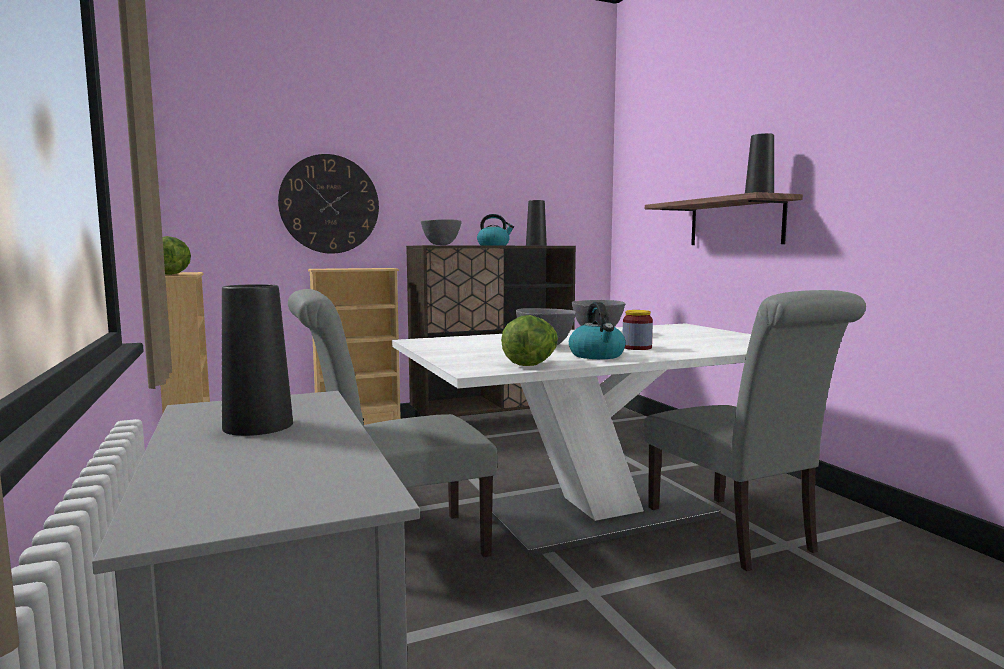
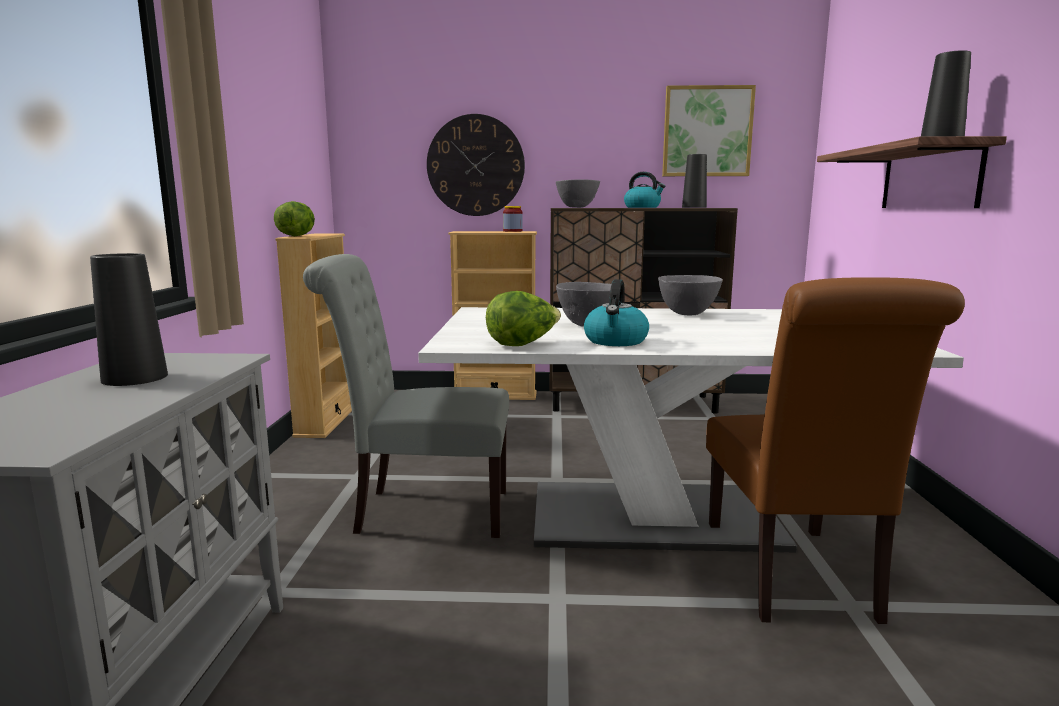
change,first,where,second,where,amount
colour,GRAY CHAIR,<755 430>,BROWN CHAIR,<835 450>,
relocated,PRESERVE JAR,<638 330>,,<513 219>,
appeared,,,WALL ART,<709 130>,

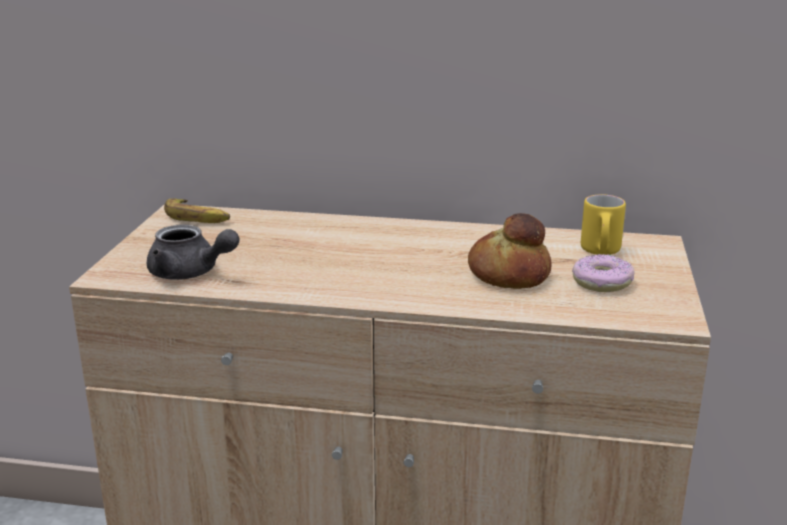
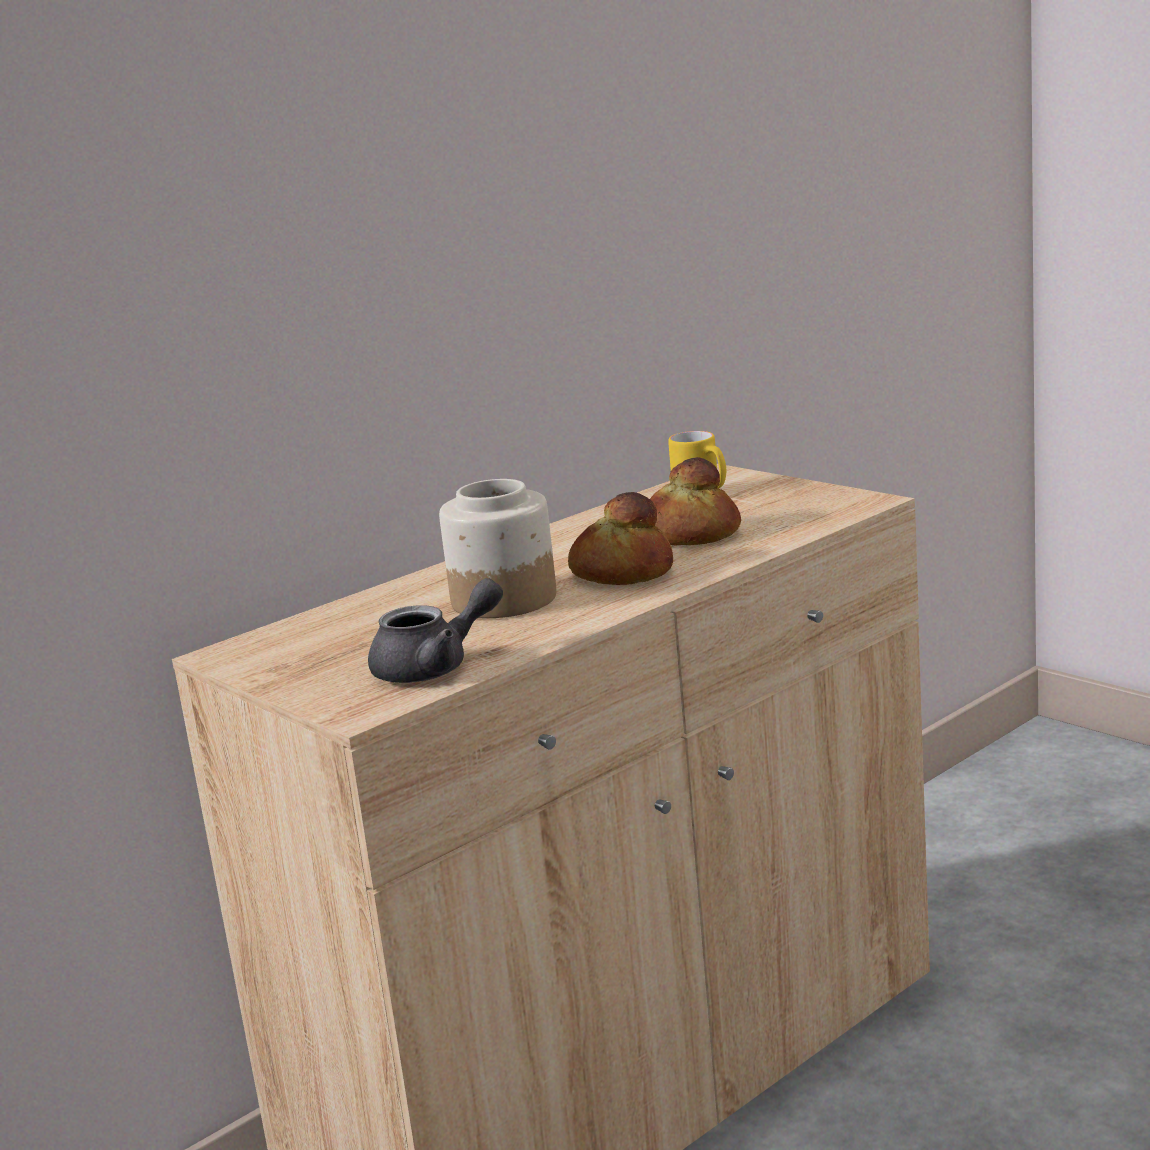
change,first,where,second,where,amount
missing,BANANA FRUIT,<197 210>,,,
missing,DONUT,<603 273>,,,
appeared,,,PRESERVE JAR,<497 548>,
appeared,,,BAKED BREAD,<620 538>,

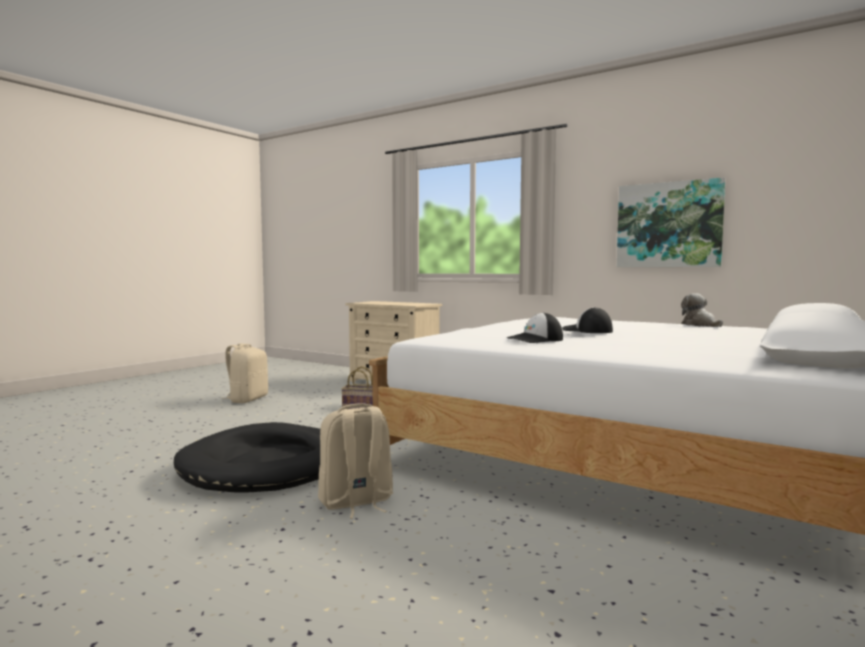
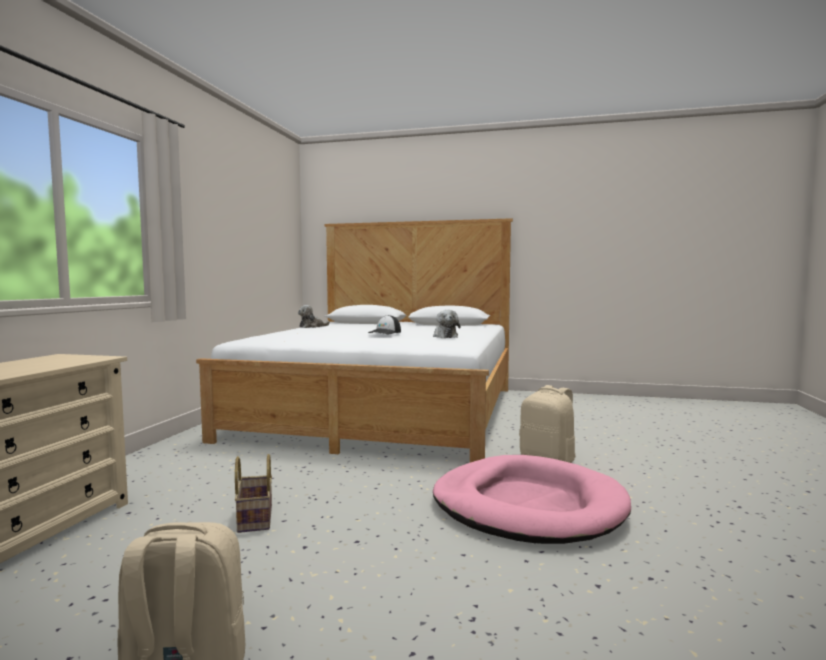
change,first,where,second,where,amount
missing,WALL ART,<671 222>,,,
exchanged,PEAKED CAP,<535 327>,CUDDLY TOY,<446 324>,
colour,BLACK PET BED,<247 457>,PINKISH PET BED,<532 499>,

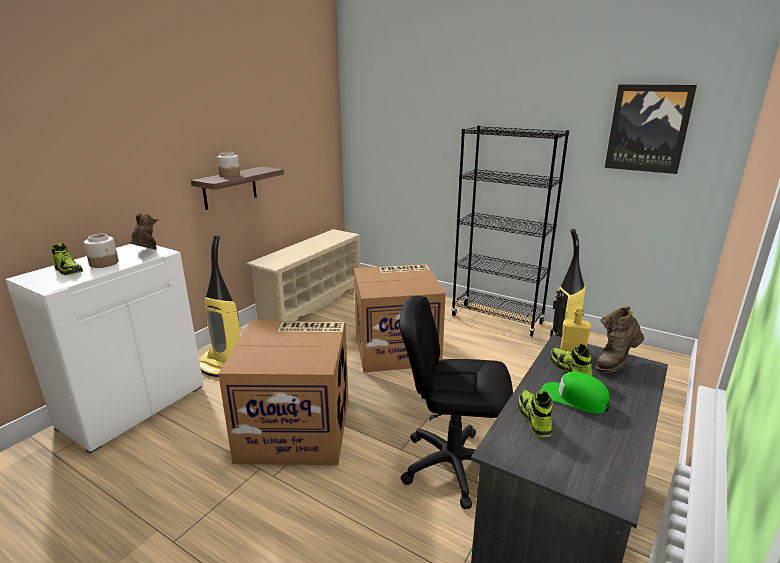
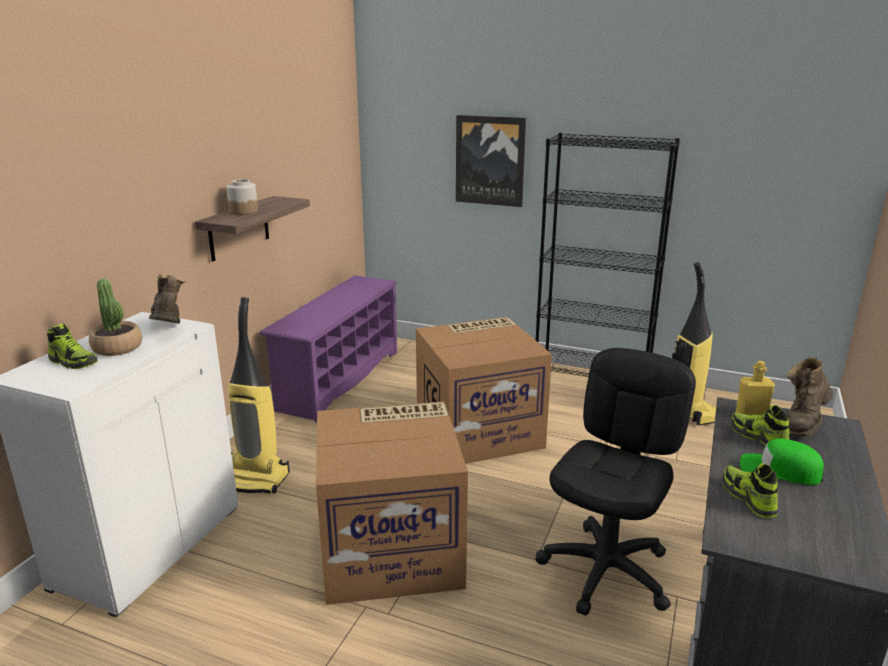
change,first,where,second,where,amount
relocated,WALL ART,<651 129>,,<491 161>,
colour,BEIGE SHOE RACK,<304 275>,PURPLE SHOE RACK,<328 349>,
exchanged,PRESERVE JAR,<101 251>,HOUSEPLANT,<115 317>,
spun,BLACK COMPUTER CHAIR,<456 402>,,<616 481>,120 degrees clockwise

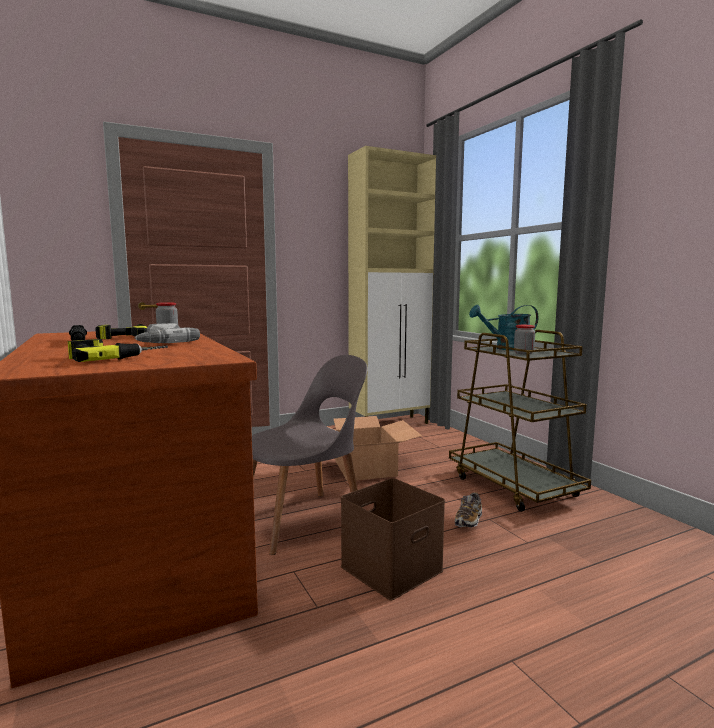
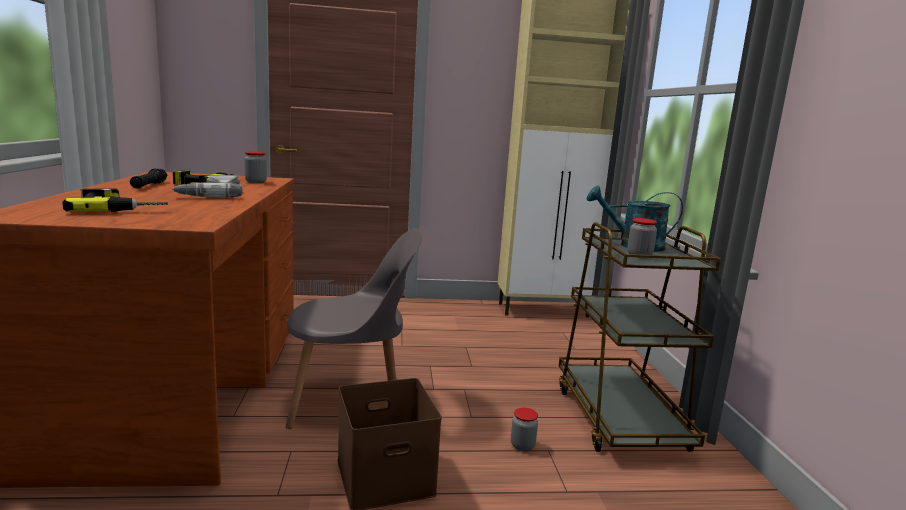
change,first,where,second,where,amount
missing,CARTON,<375 448>,,,
exchanged,ITEM OF FOOTWEAR,<468 510>,PRESERVE JAR,<524 429>,

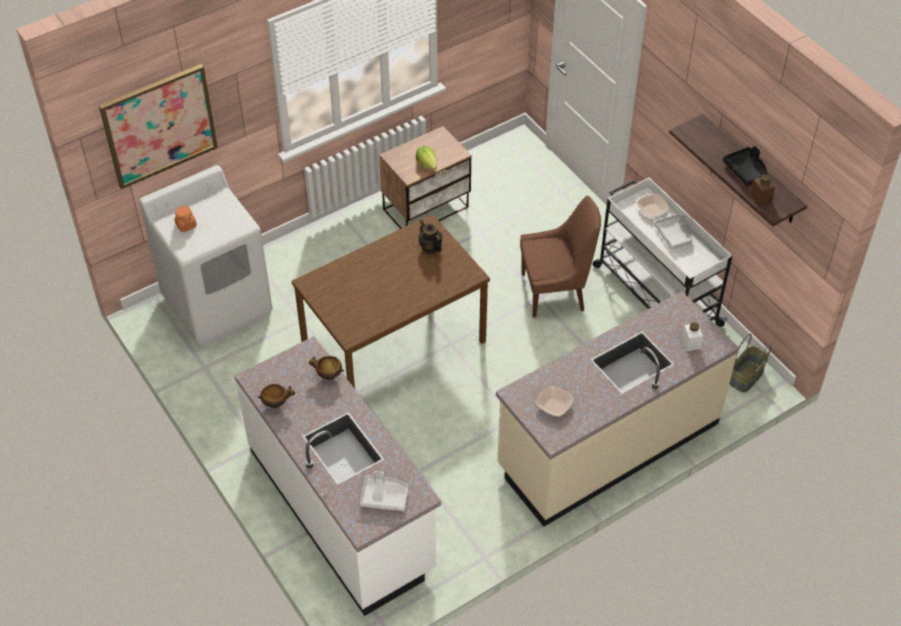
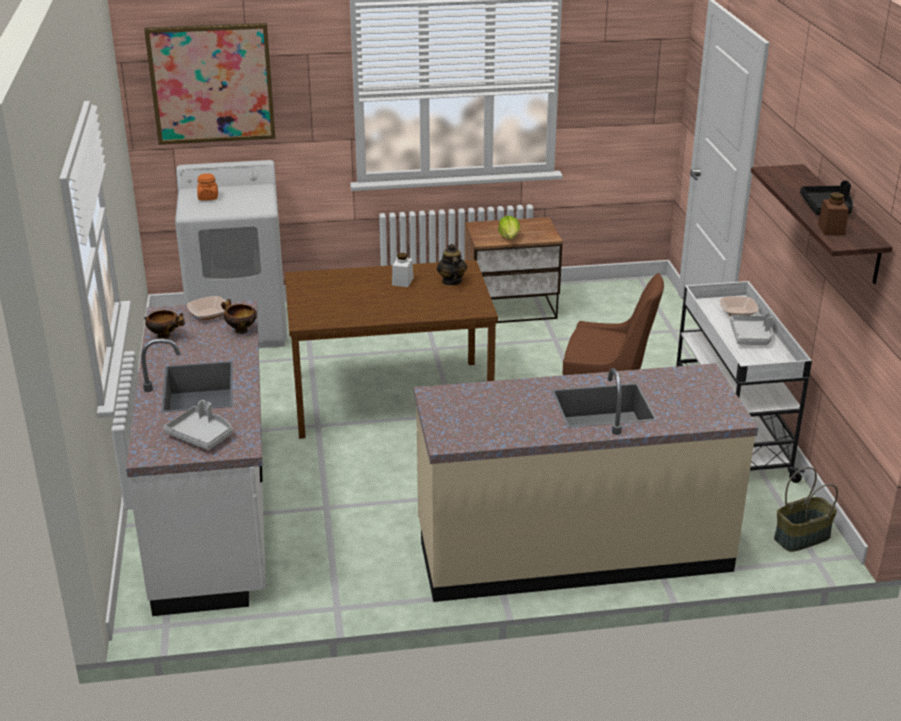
change,first,where,second,where,amount
relocated,WHITE PRESERVE JAR,<692 336>,,<402 270>,
relocated,BOWL,<555 401>,,<206 308>,

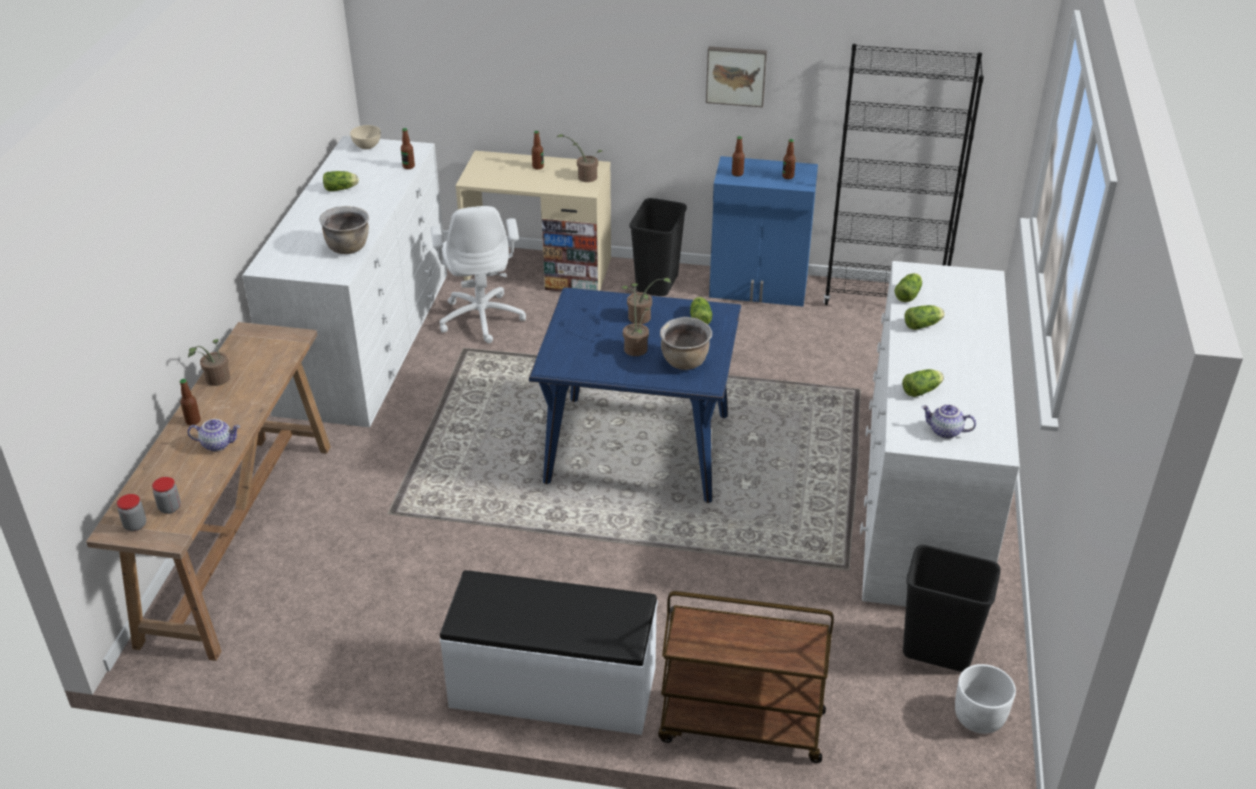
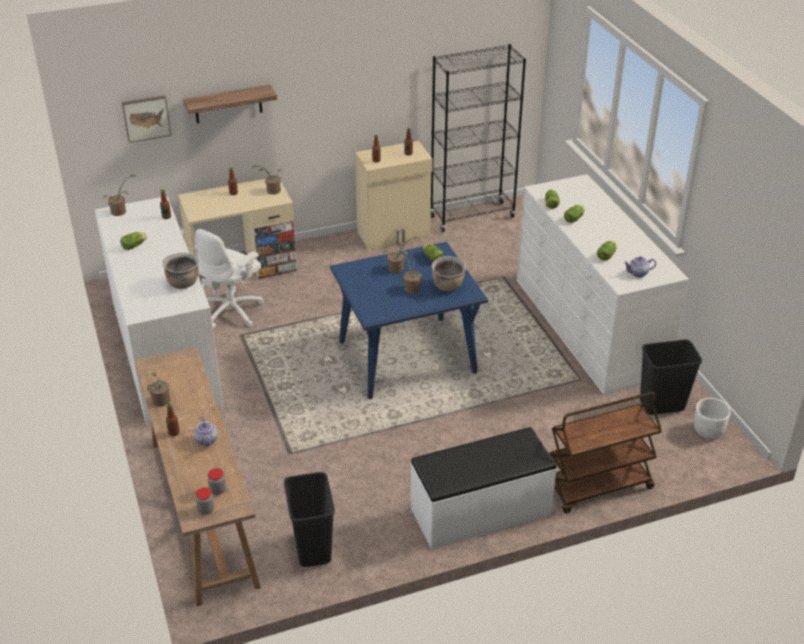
change,first,where,second,where,amount
relocated,WALL ART,<736 76>,,<146 119>,
exchanged,BEIGE BOWL,<365 137>,HOUSEPLANT,<120 195>,
colour,BLUE CUPBOARD,<763 231>,BEIGE CUPBOARD,<394 195>,
relocated,BLACK TRASH CAN,<658 247>,,<309 519>,
spun,WHITE COMPUTER CHAIR,<478 274>,,<229 279>,75 degrees clockwise
spun,POT FOR TEA,<214 435>,,<206 431>,105 degrees clockwise
appeared,,,WALL SHELF,<230 104>,

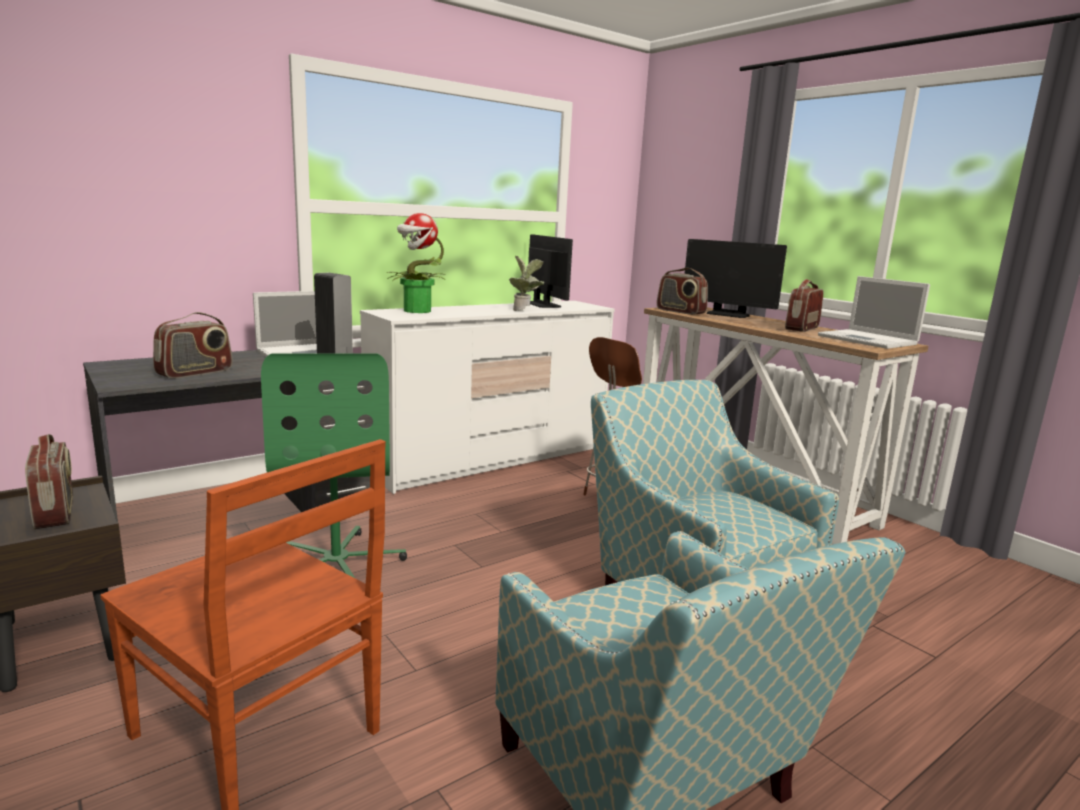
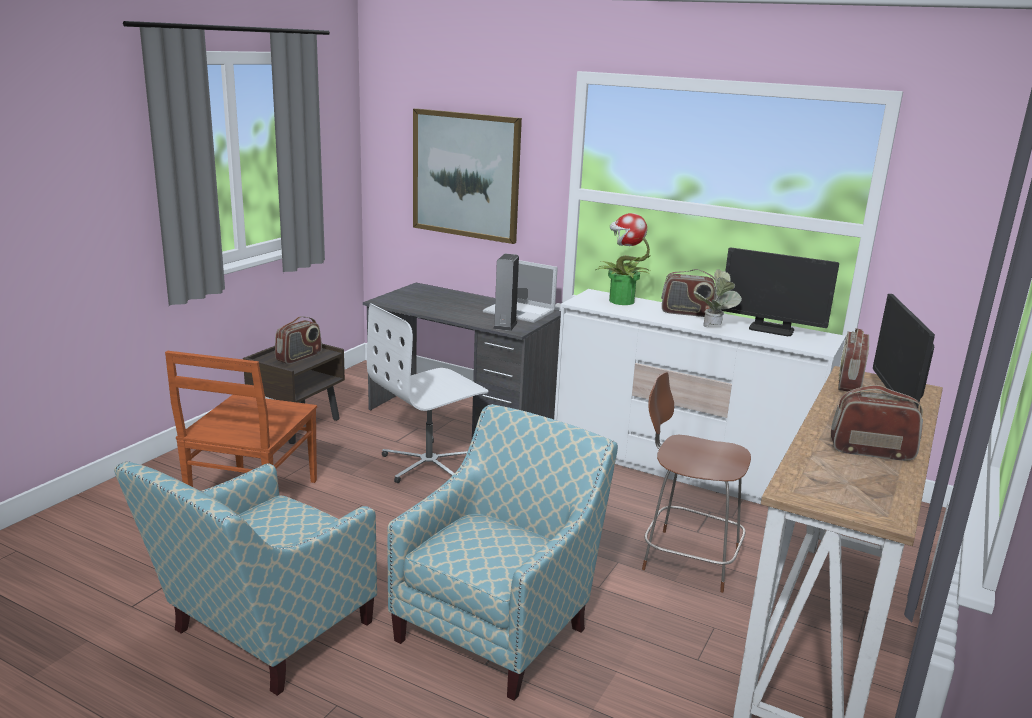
change,first,where,second,where,amount
spun,MONITOR,<550 271>,,<780 291>,75 degrees clockwise
missing,NOTEBOOK COMPUTER,<874 312>,,,
relocated,RADIO,<193 345>,,<689 293>,
colour,GREEN COMPUTER CHAIR,<334 466>,WHITE COMPUTER CHAIR,<428 393>,
appeared,,,WALL ART,<467 176>,

